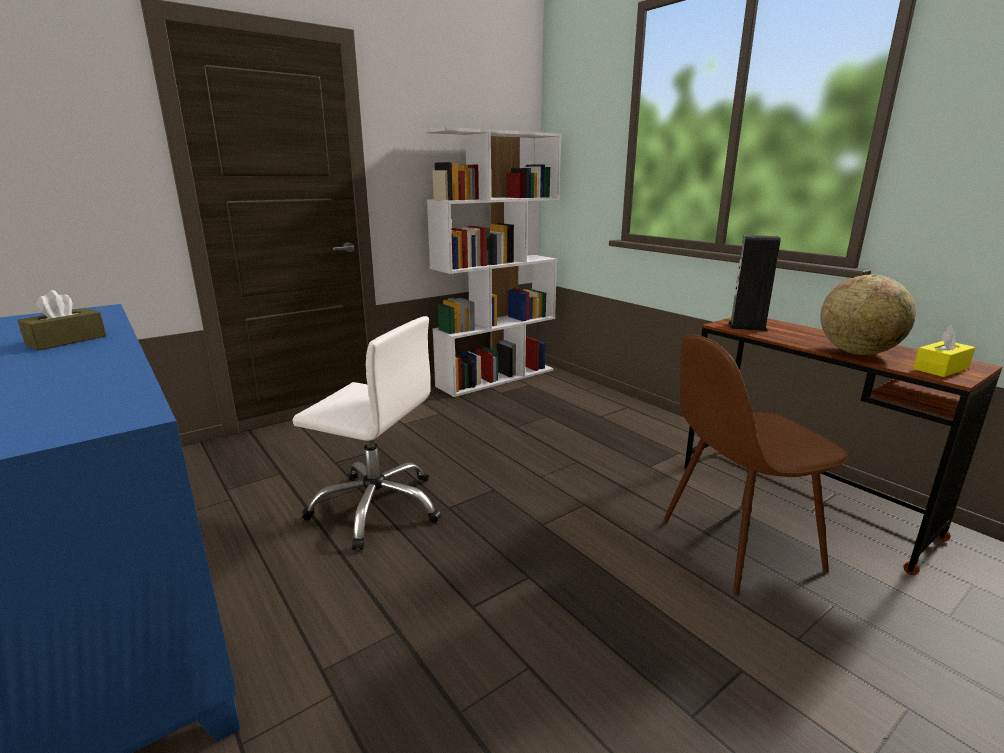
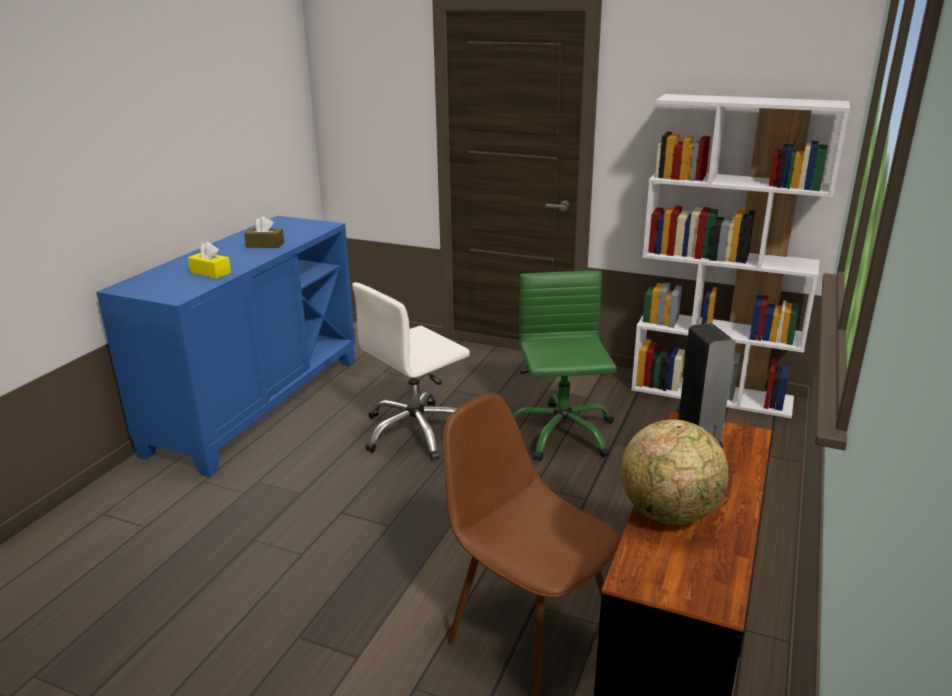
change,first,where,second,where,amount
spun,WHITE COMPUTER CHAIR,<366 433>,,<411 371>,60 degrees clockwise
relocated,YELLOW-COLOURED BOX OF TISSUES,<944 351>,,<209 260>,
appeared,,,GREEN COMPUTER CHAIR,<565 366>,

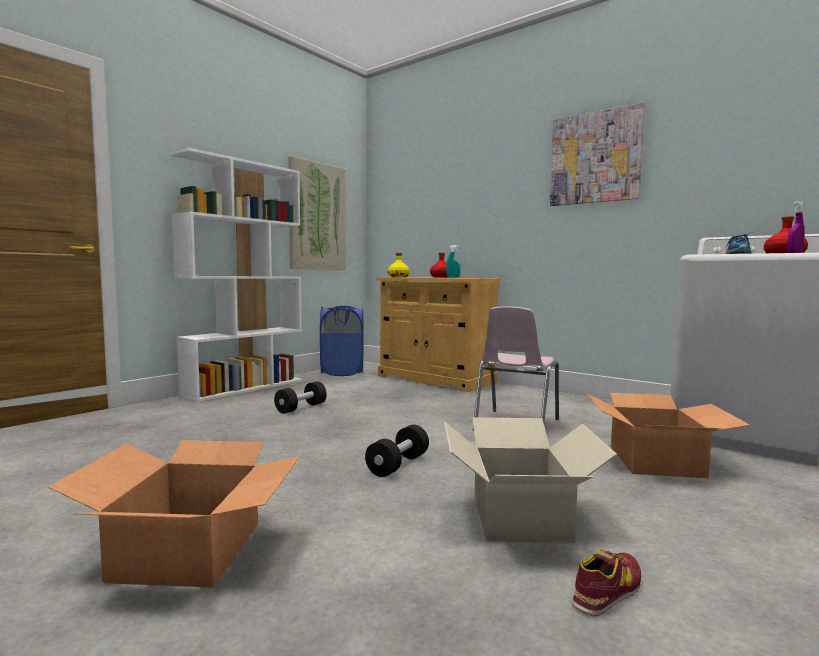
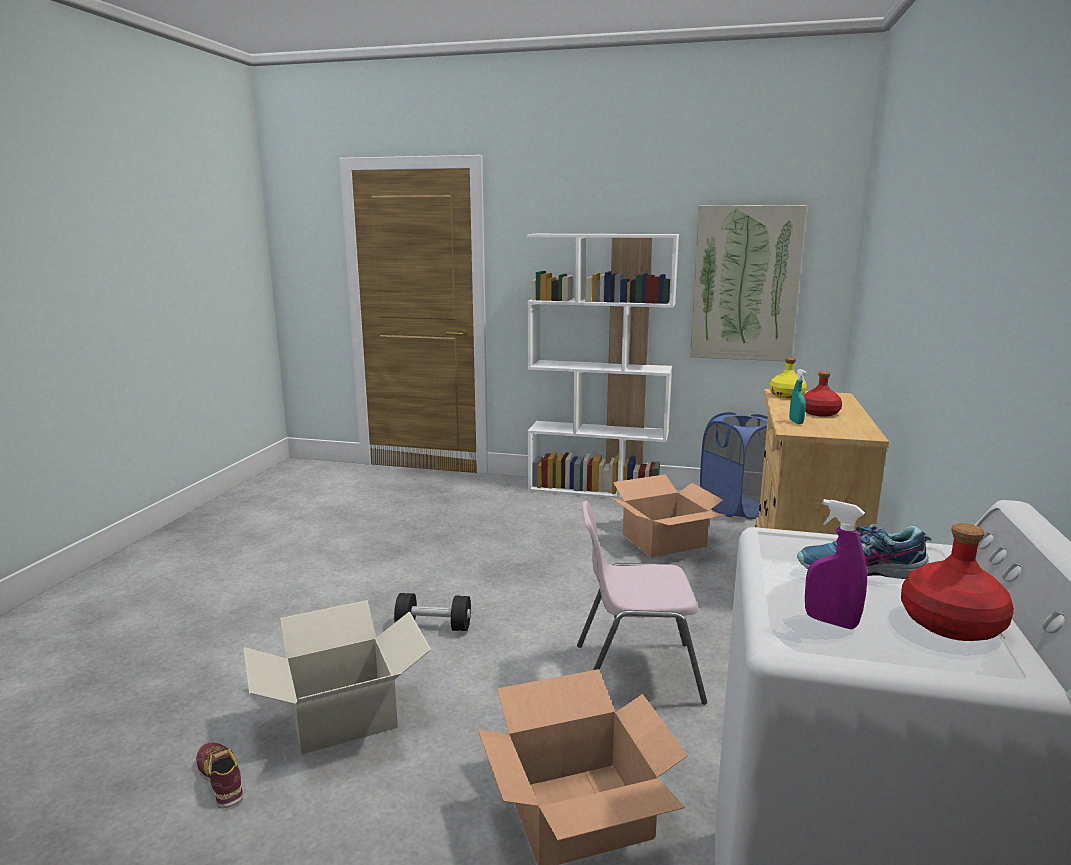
change,first,where,second,where,amount
missing,WALL ART,<597 154>,,,
missing,BLACK HAND WEIGHT,<300 398>,,,
relocated,CARTON,<174 514>,,<667 515>,
spun,ITEM OF FOOTWEAR,<606 583>,,<219 775>,150 degrees counterclockwise

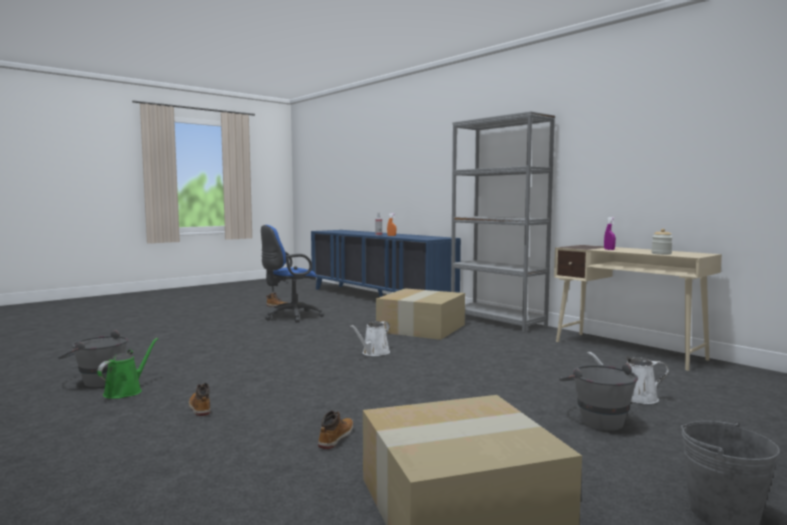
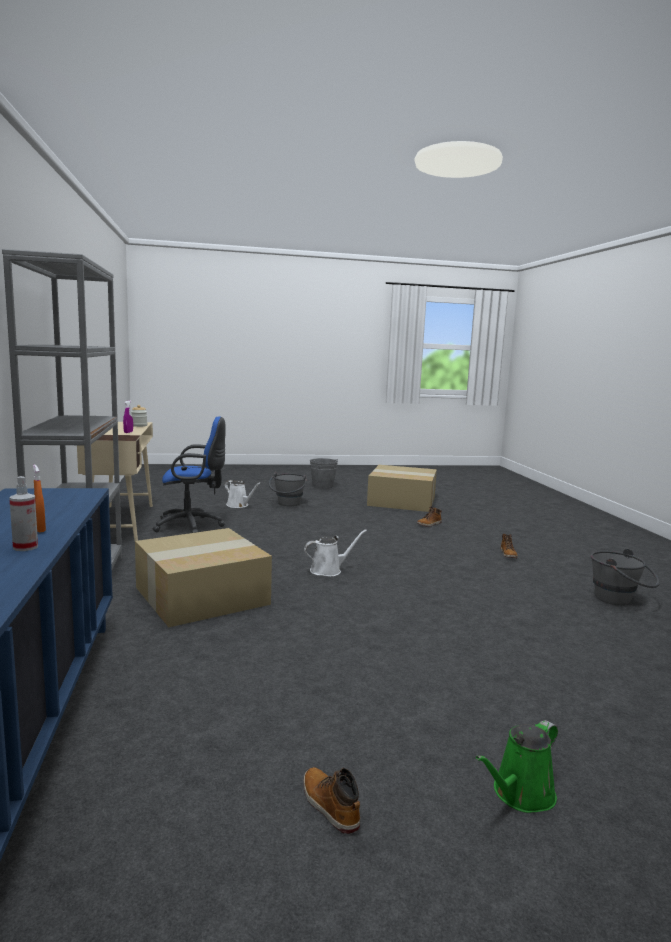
change,first,where,second,where,amount
relocated,BLUE COMPUTER CHAIR,<292 274>,,<189 474>,
relocated,GREEN WATERING POT,<127 368>,,<517 766>,

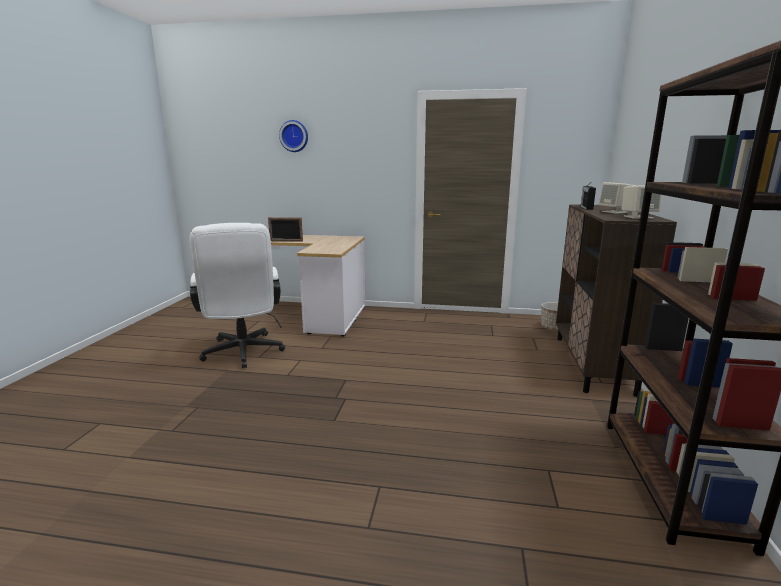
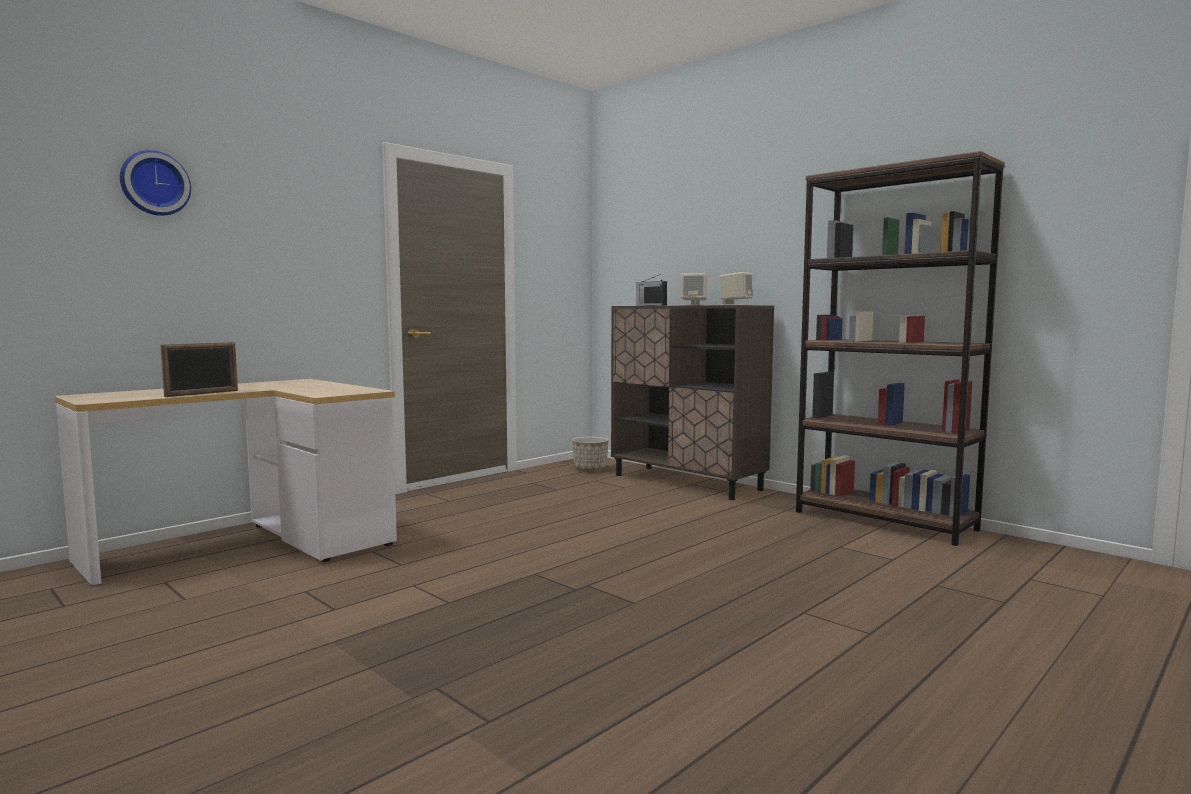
change,first,where,second,where,amount
missing,WHITE COMPUTER CHAIR,<237 295>,,,

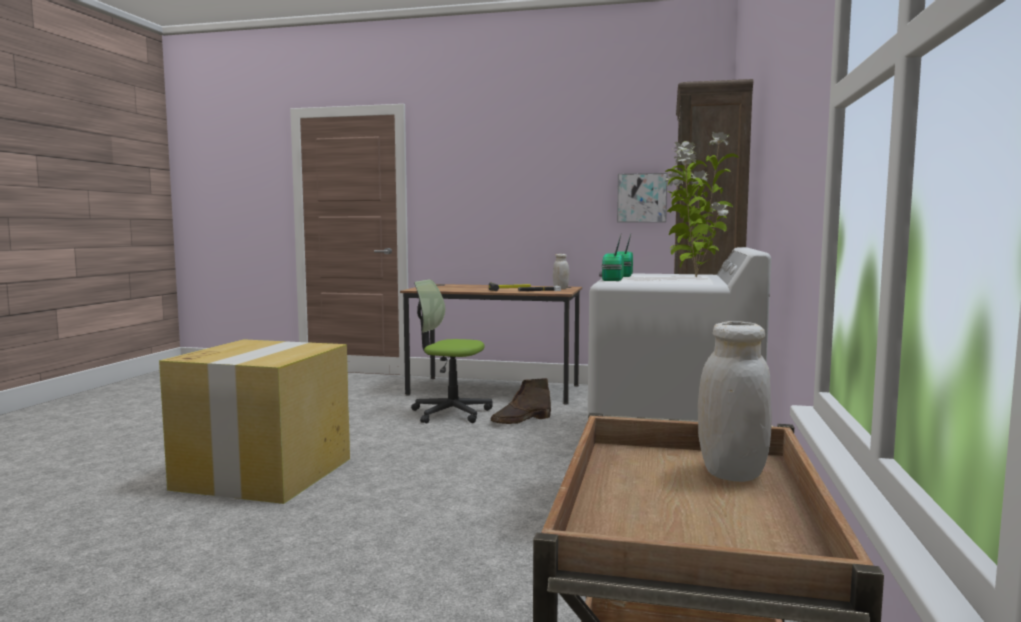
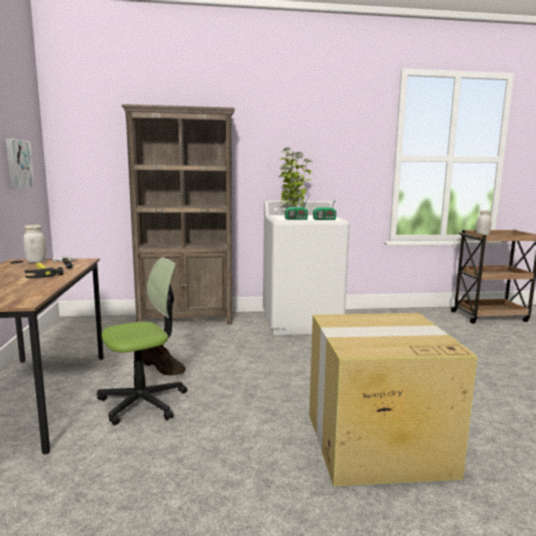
change,first,where,second,where,amount
spun,COMPUTER CHAIR,<452 351>,,<142 341>,120 degrees counterclockwise

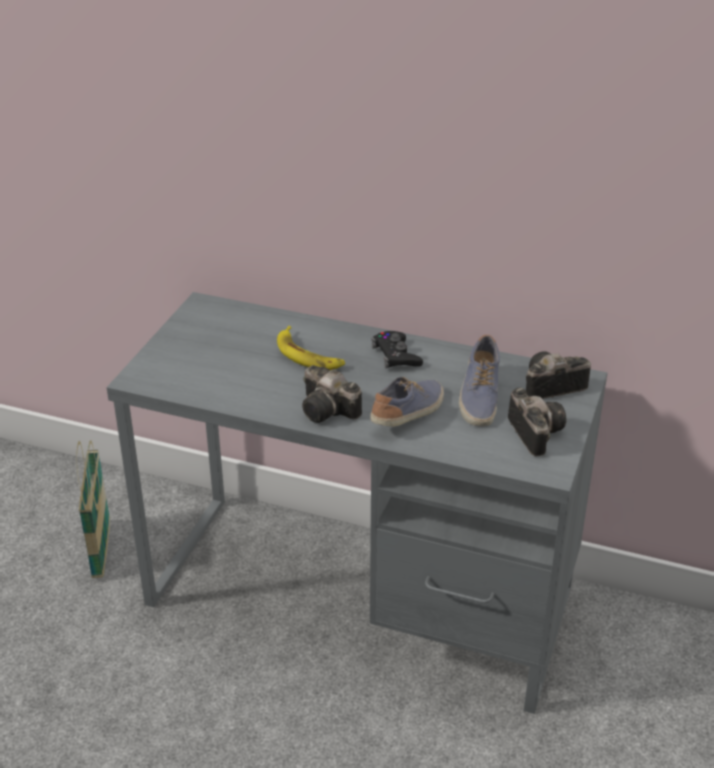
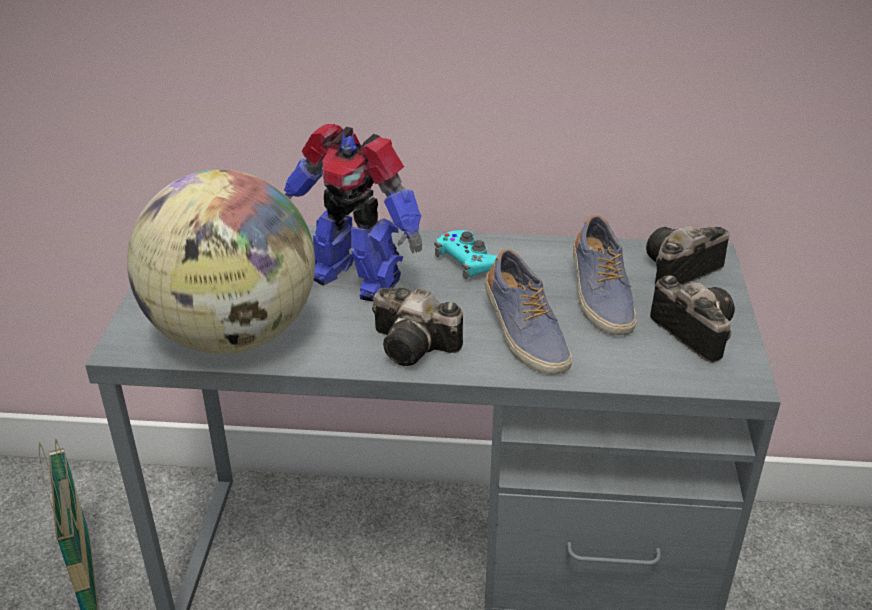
change,first,where,second,where,amount
exchanged,BANANA FRUIT,<311 348>,MODEL ROBOT,<353 213>,
colour,BLACK GAMEPAD,<397 350>,TURQUOISE-COLOURED GAMEPAD,<465 254>,
spun,ITEM OF FOOTWEAR,<407 402>,,<528 312>,135 degrees clockwise
appeared,,,DESK GLOBE,<221 262>,

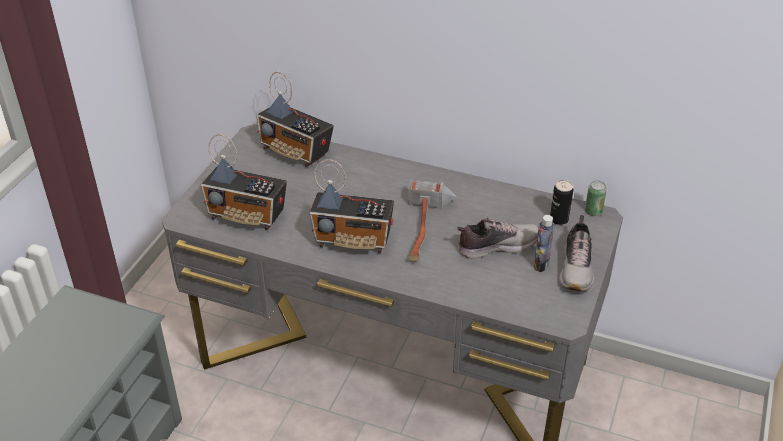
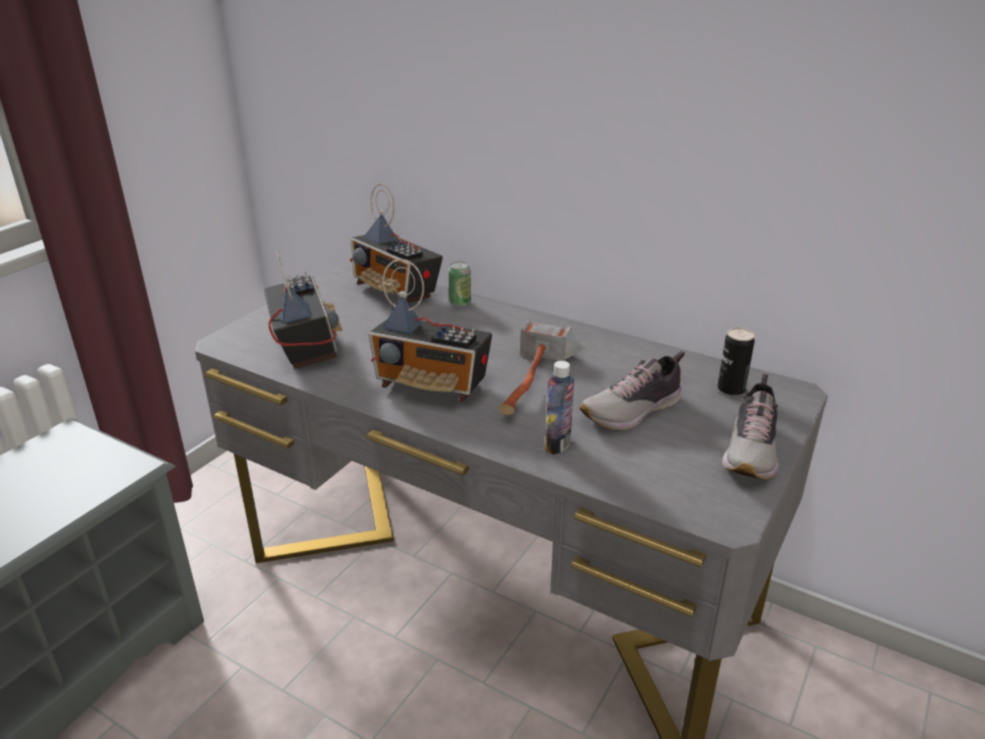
change,first,where,second,where,amount
spun,RADIO,<244 182>,,<303 310>,135 degrees counterclockwise
relocated,CAN,<596 198>,,<459 284>,
relocated,BEVERAGE BOTTLE,<544 243>,,<559 408>,
spun,ITEM OF FOOTWEAR,<498 238>,,<632 390>,150 degrees clockwise

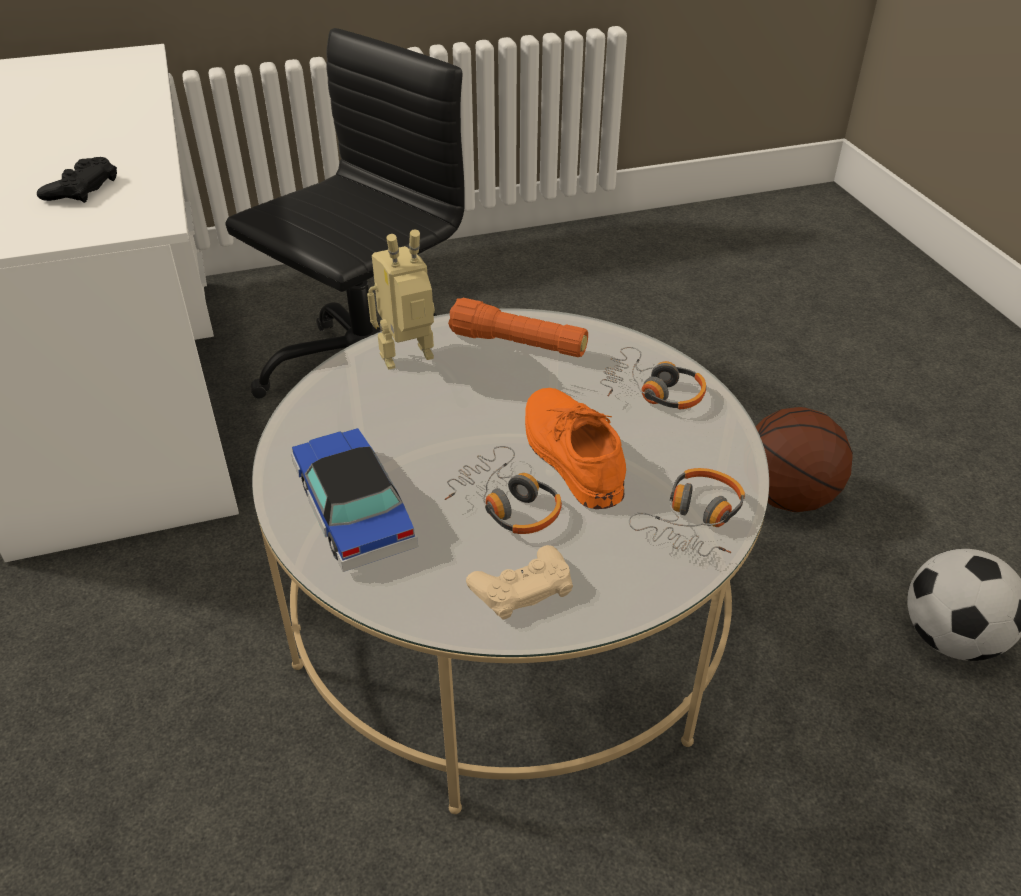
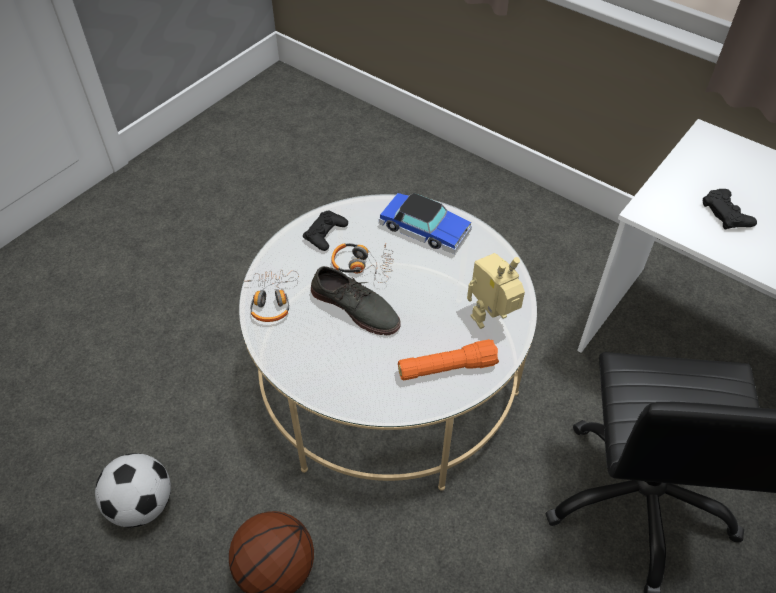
change,first,where,second,where,amount
spun,MODEL ROBOT,<401 299>,,<496 291>,150 degrees counterclockwise
missing,HEADPHONES,<653 378>,,,
colour,ORANGEY ITEM OF FOOTWEAR,<575 448>,GRAY ITEM OF FOOTWEAR,<356 300>,
colour,BEIGE GAMEPAD,<519 582>,BLACK GAMEPAD,<325 231>,

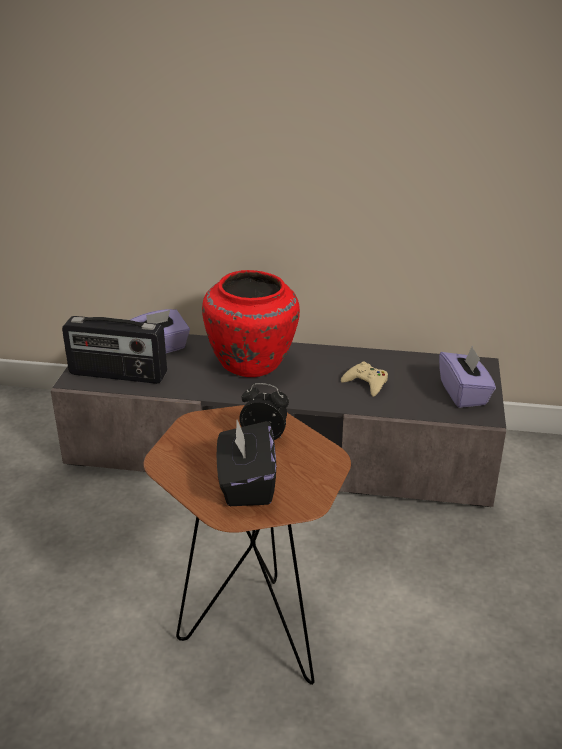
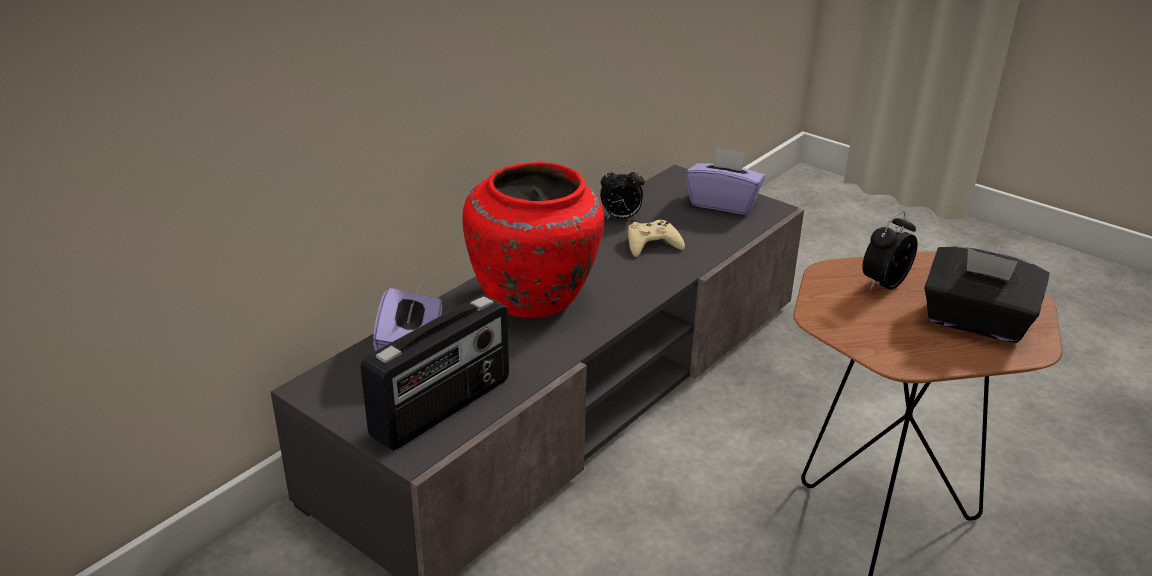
change,first,where,second,where,amount
appeared,,,ALARM CLOCK,<622 192>,

